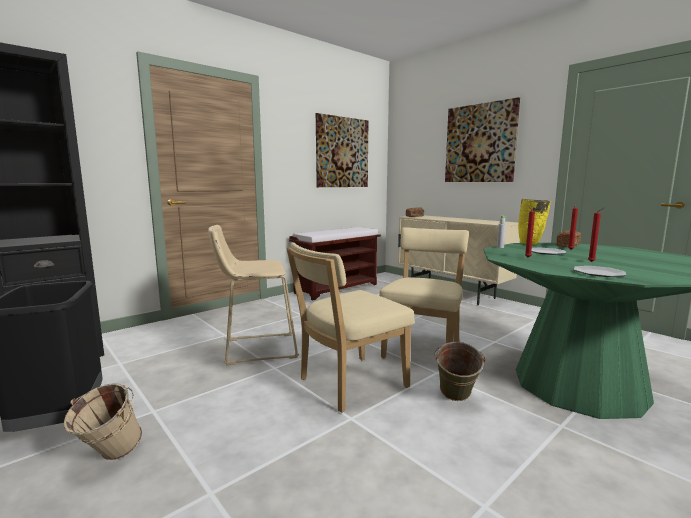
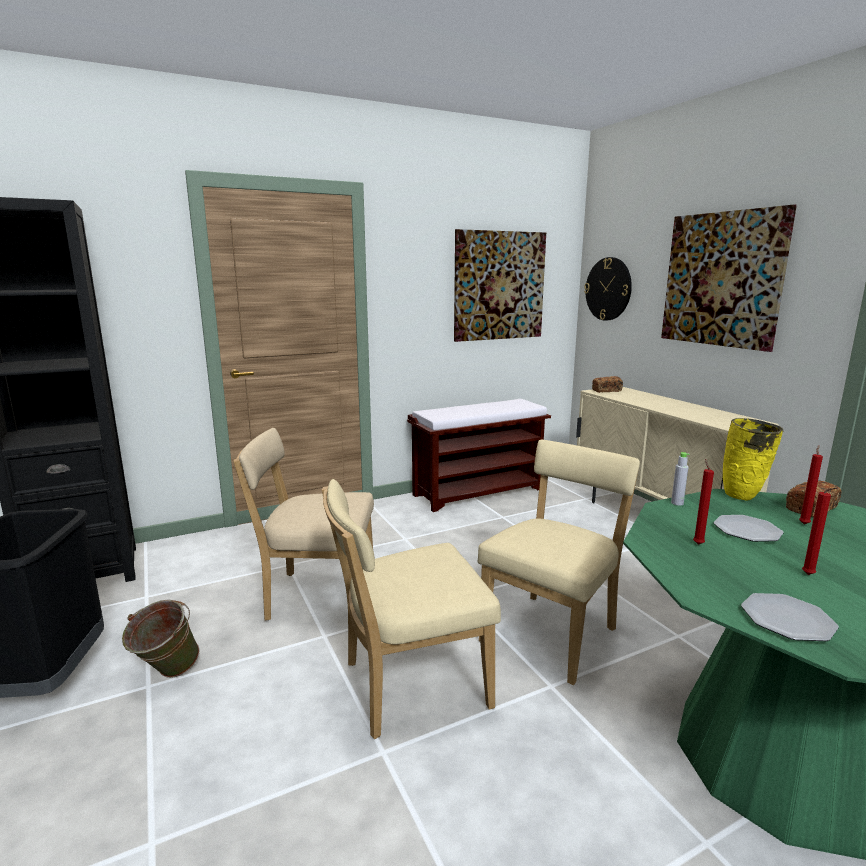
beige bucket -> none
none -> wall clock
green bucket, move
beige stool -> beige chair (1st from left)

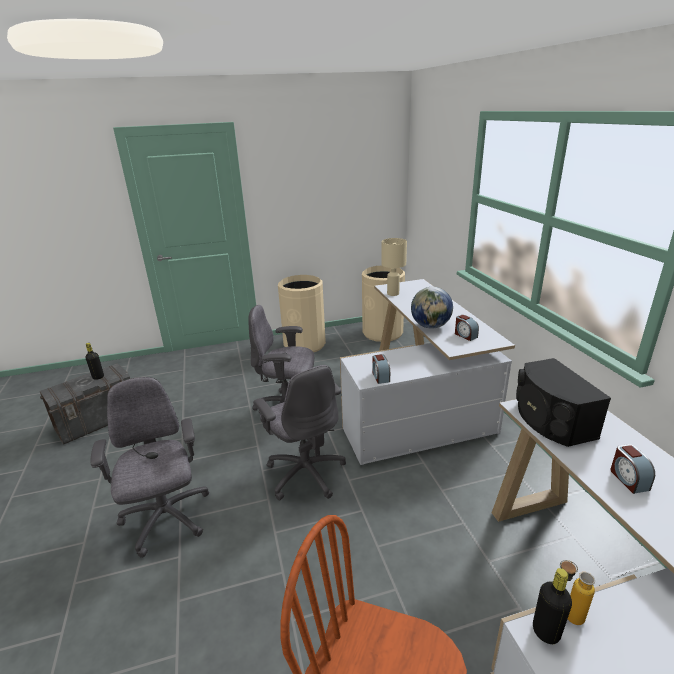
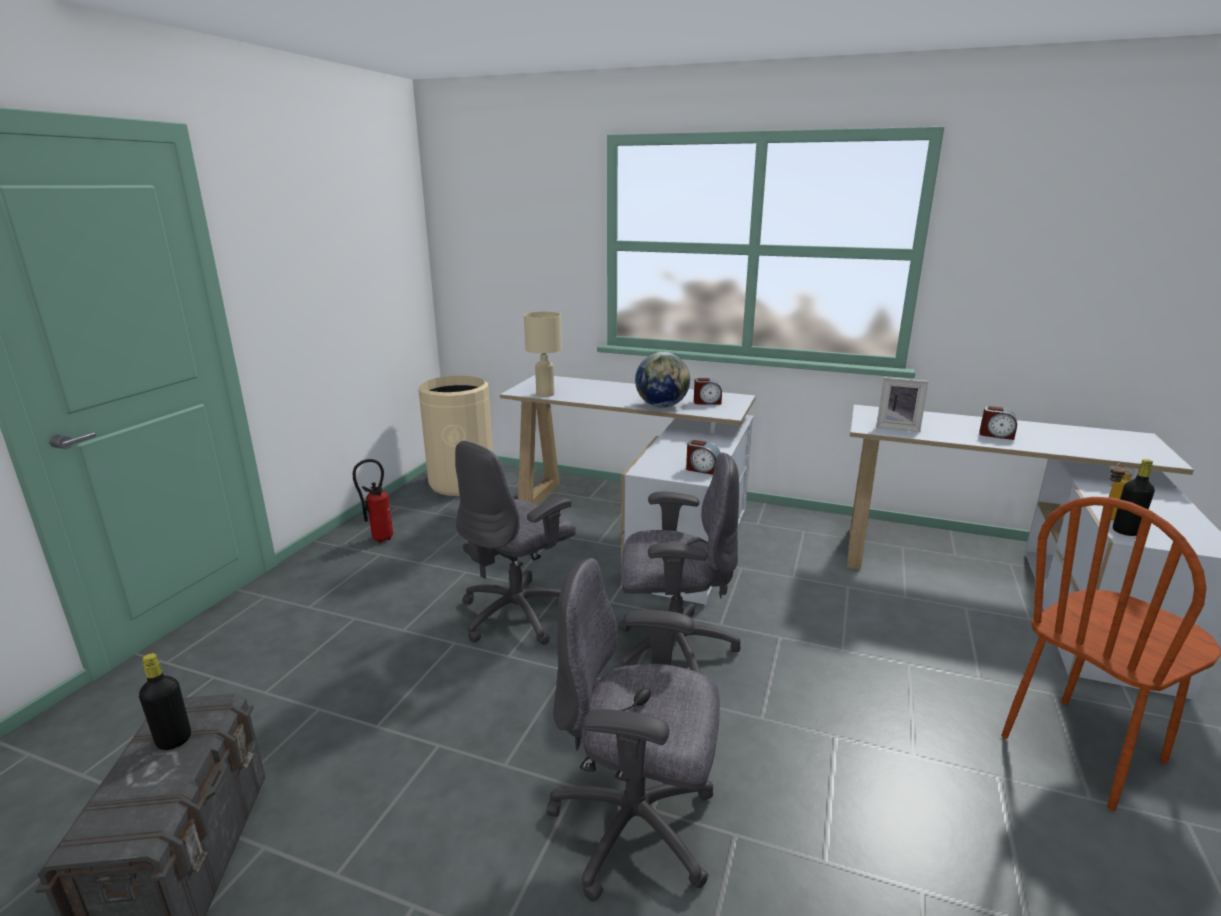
beige trash can (1st from left) -> fire extinguisher
black speaker -> picture frame

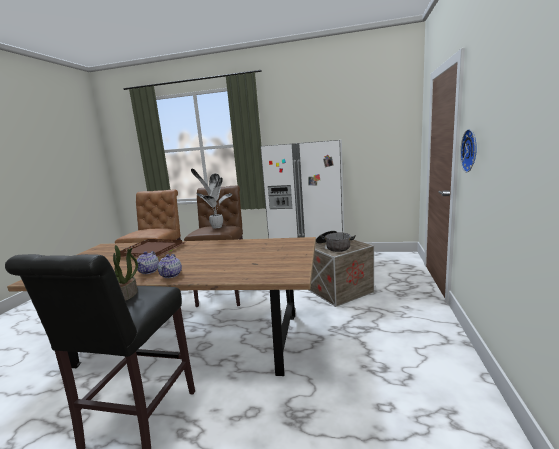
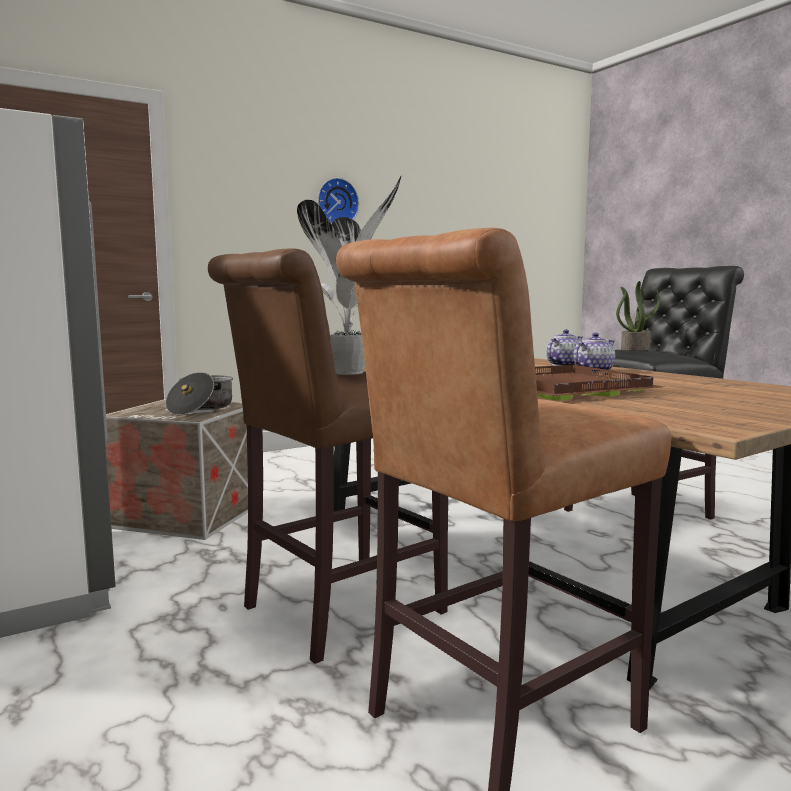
wall clock, move

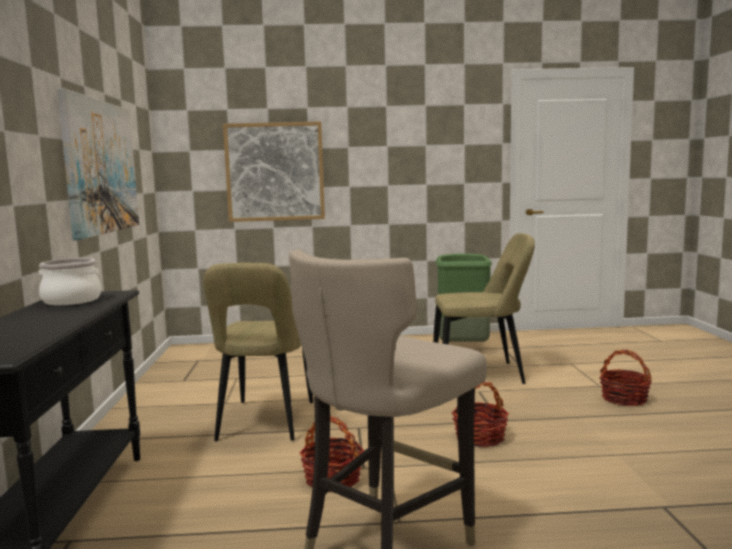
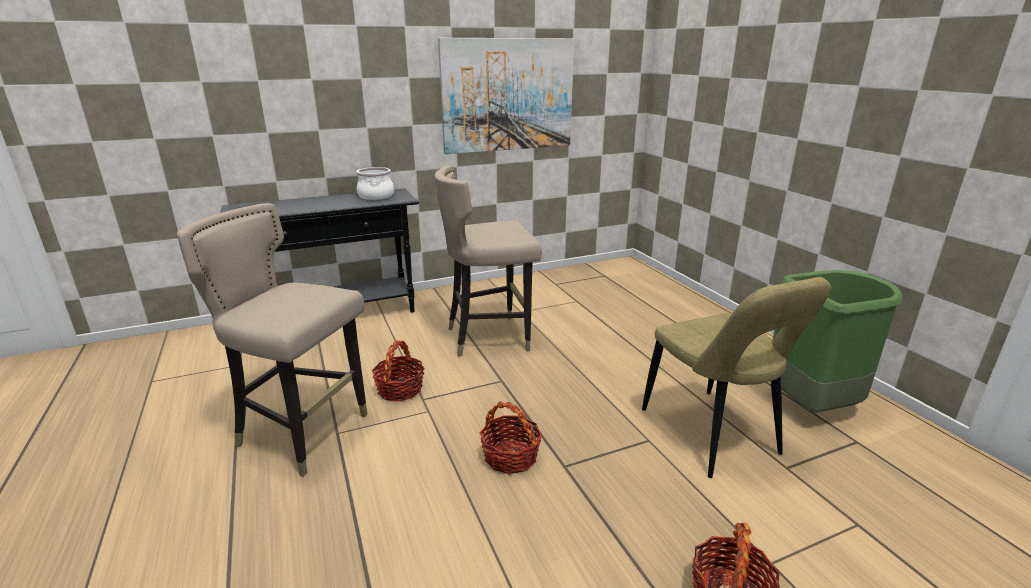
picture (2nd from left) -> none
beige chair (1st from left) -> beige stool (2nd from left)

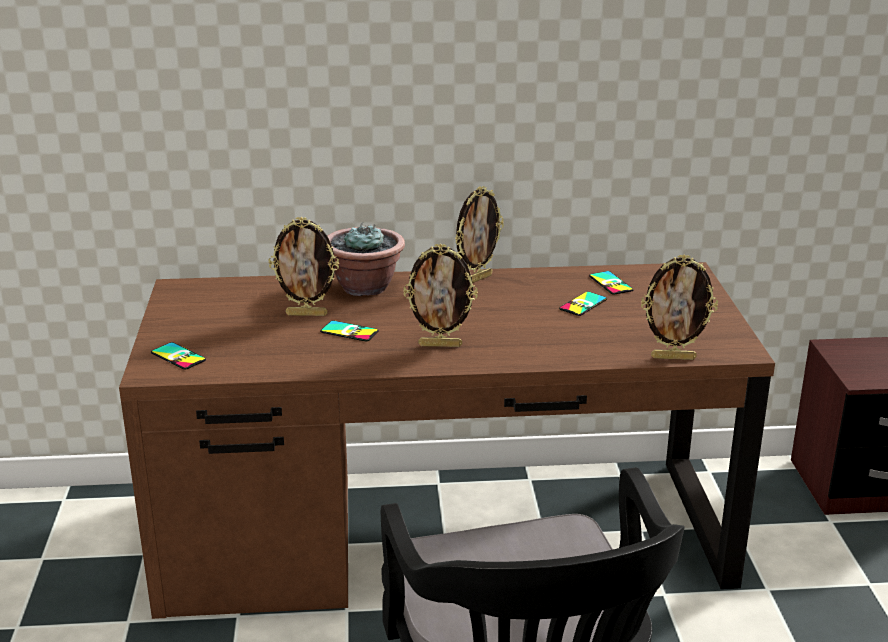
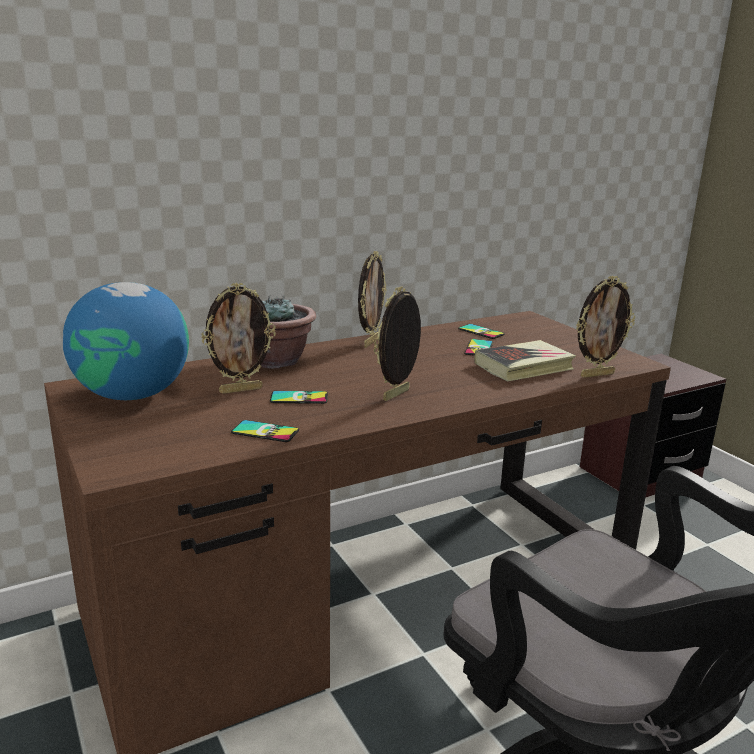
none -> globe
none -> book
phone (1st from left), move
picture frame (2nd from left in the first image) -> picture frame (3rd from left), 150 degrees clockwise

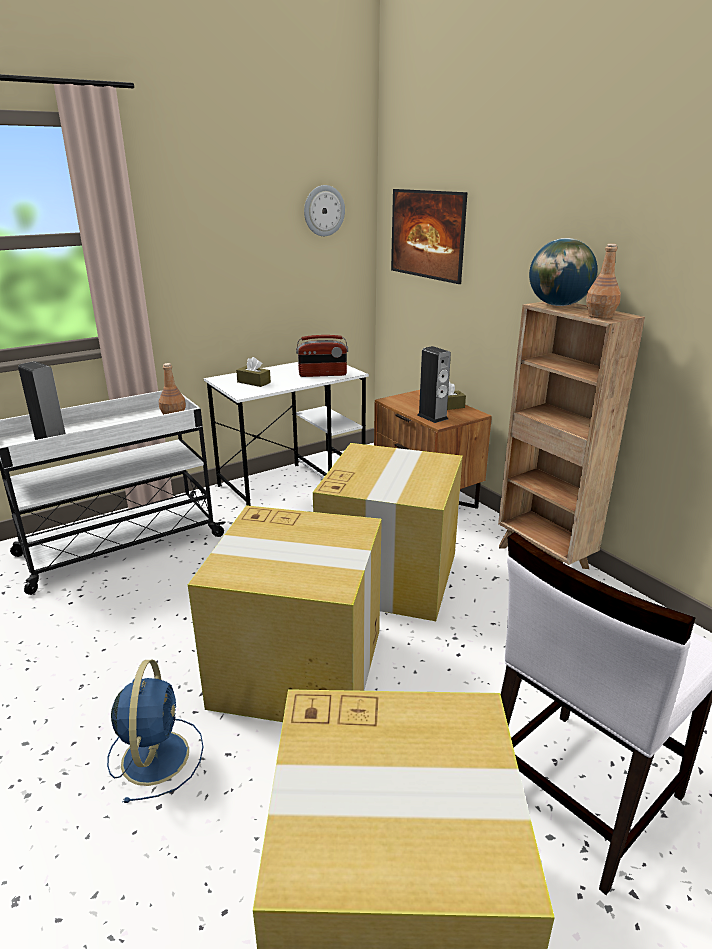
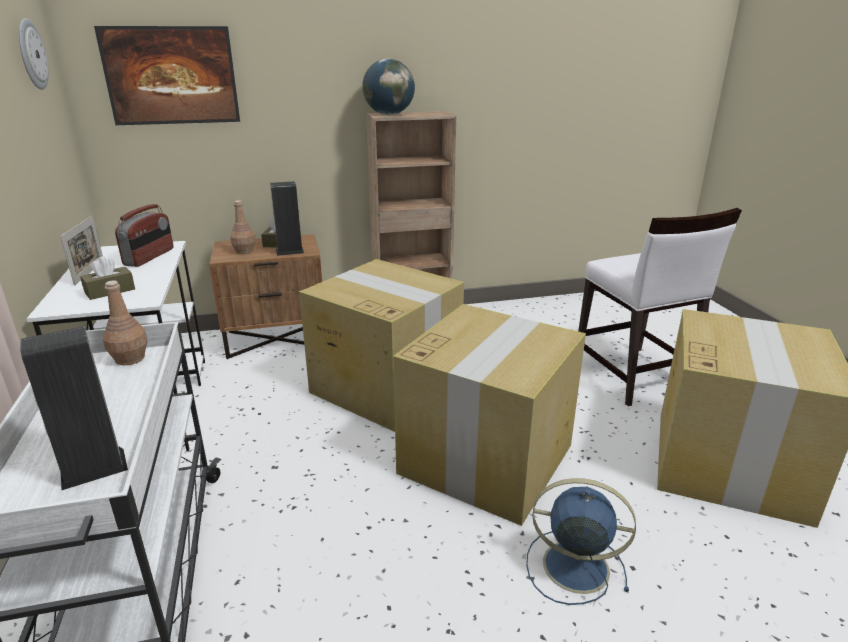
none -> picture frame
brown bottle (2nd from left), move

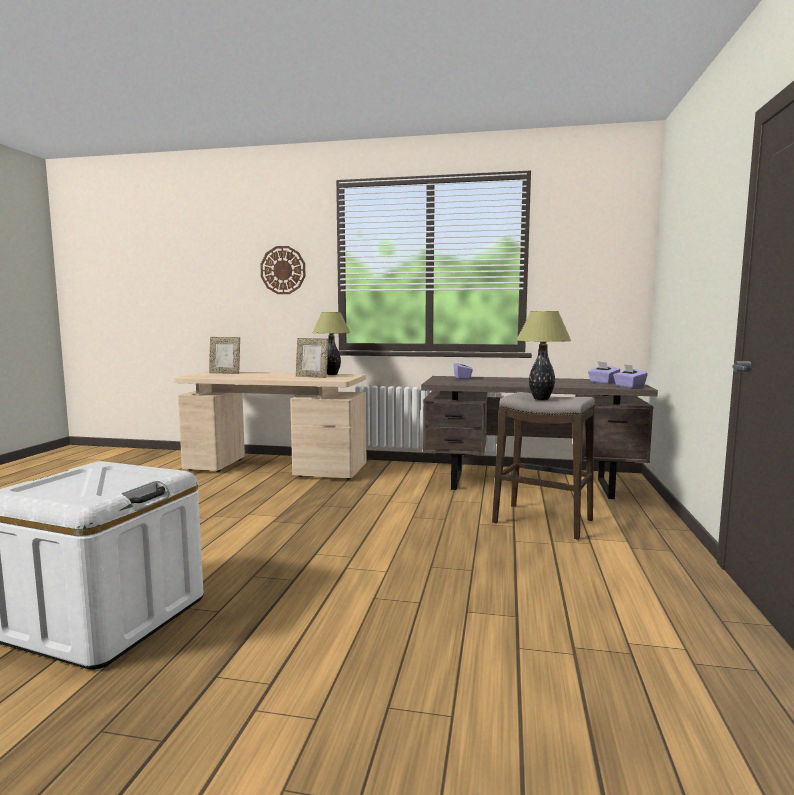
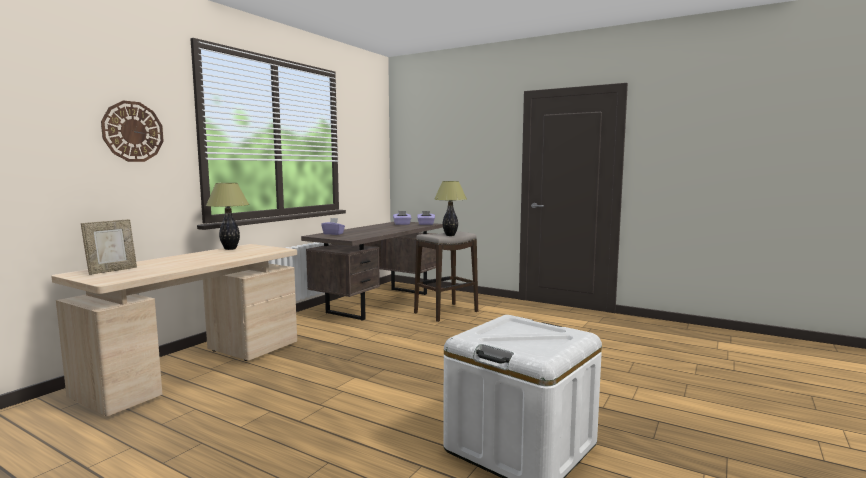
picture frame (2nd from left) -> none

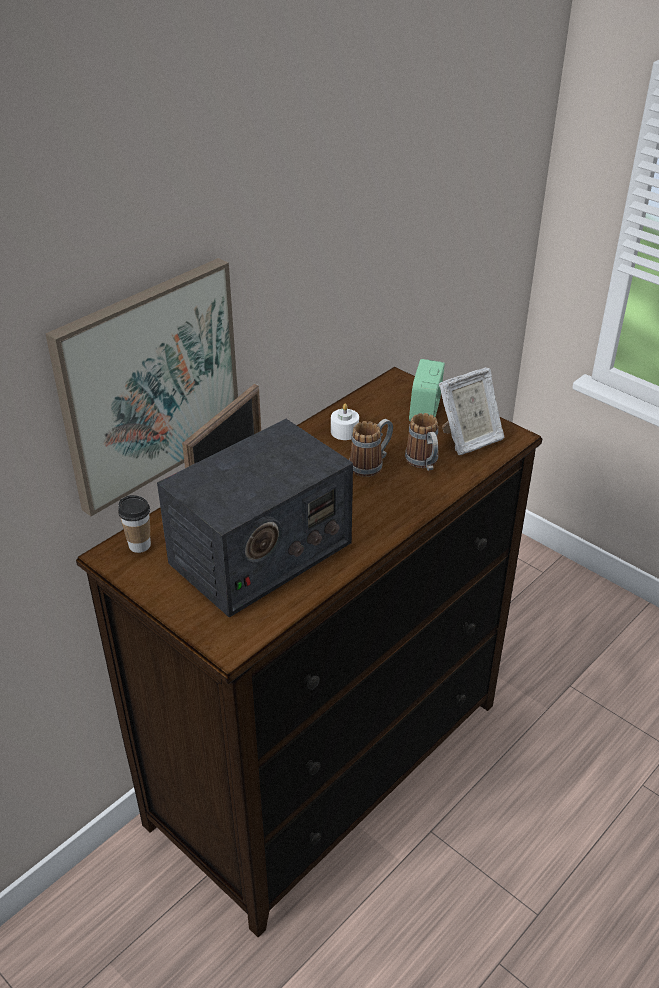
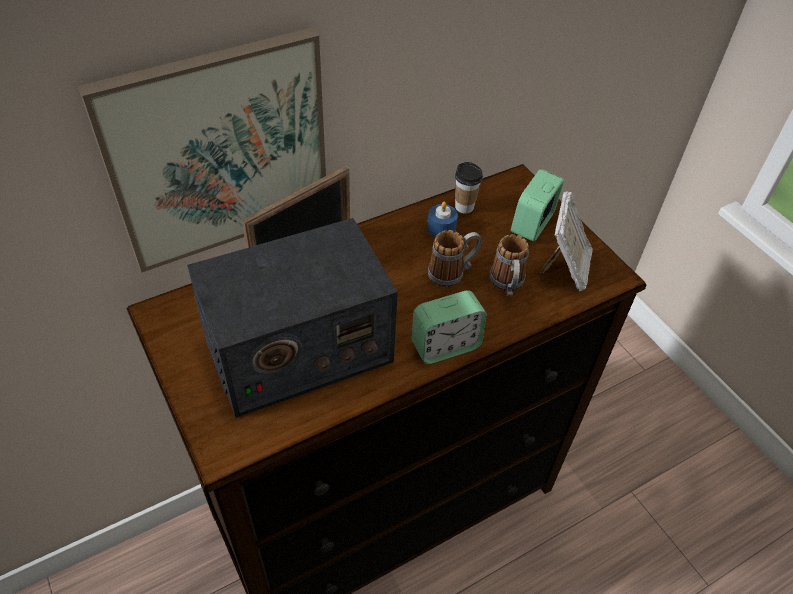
none -> alarm clock (1st from left)
cup, move
white candle -> blue candle
picture frame (2nd from left), 60 degrees counterclockwise

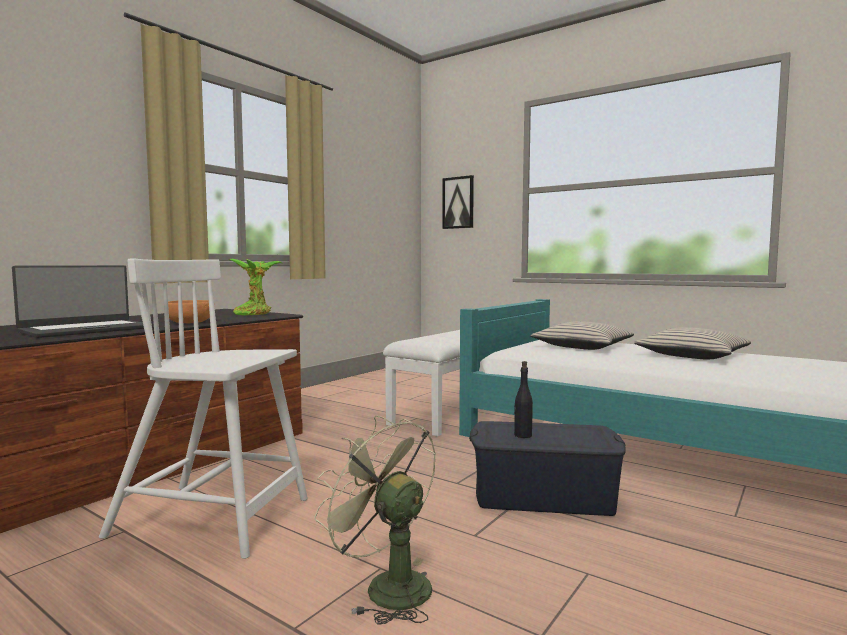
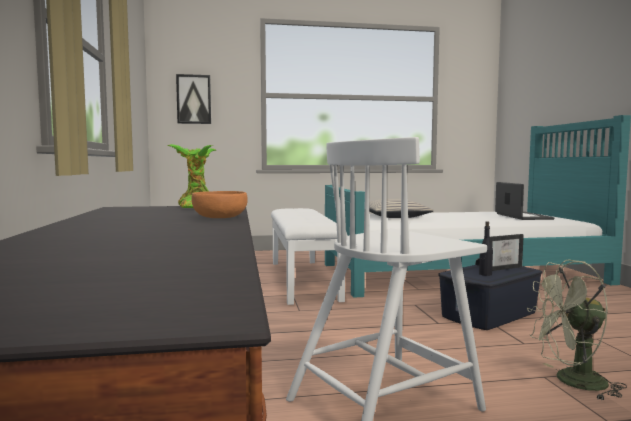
beige pillow (2nd from left) -> none
none -> picture frame
laptop, move

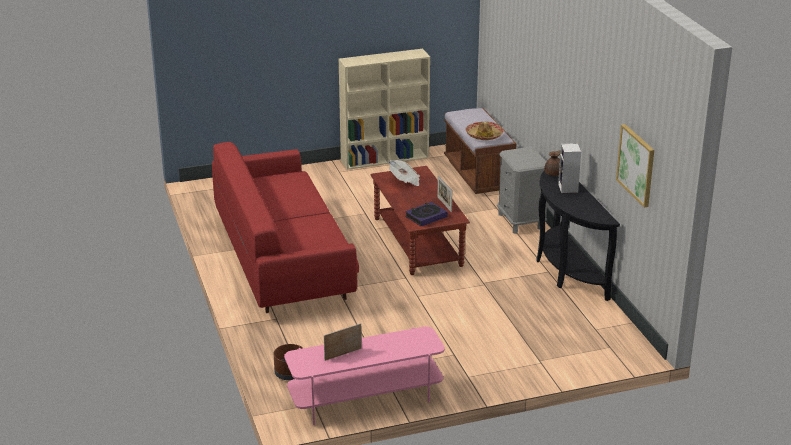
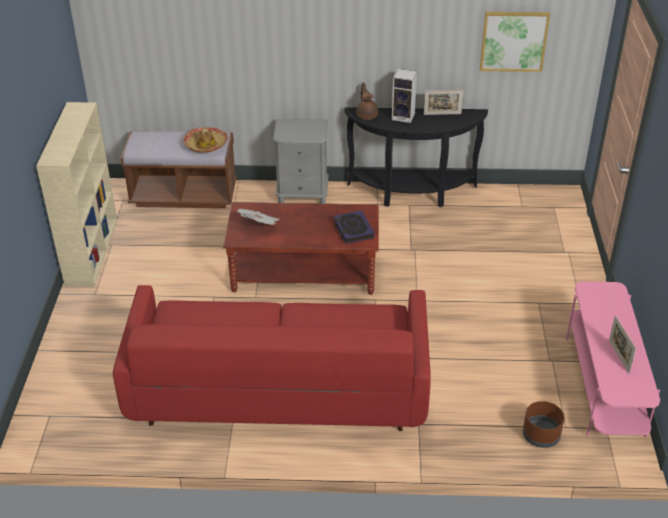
picture frame (2nd from left in the first image) -> picture frame (1st from left), move

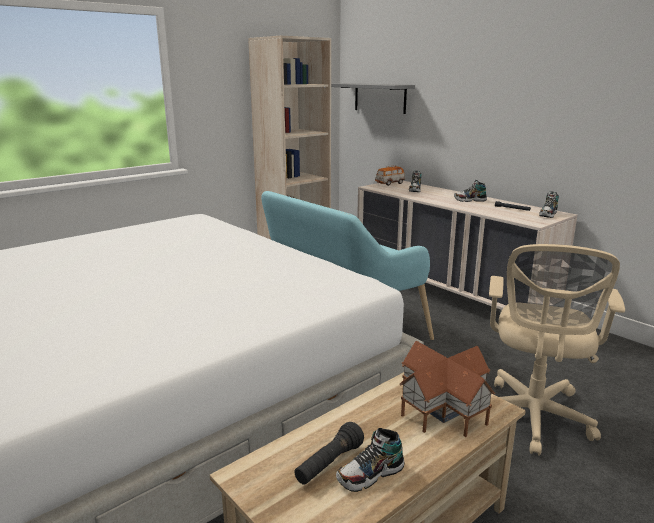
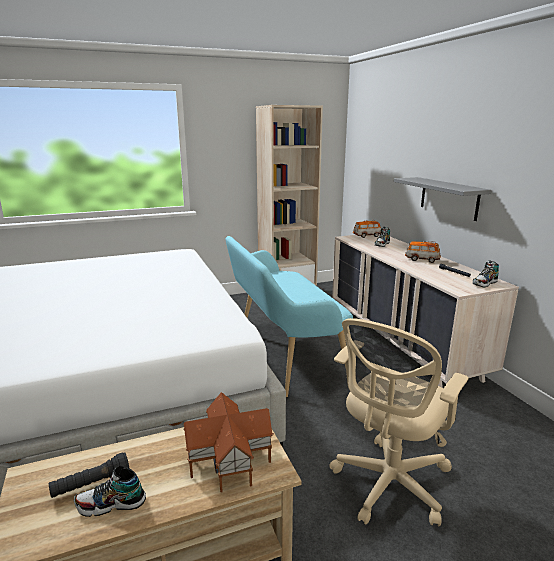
grey shelf, move
shoe (3rd from left) -> toy car (2nd from left)

